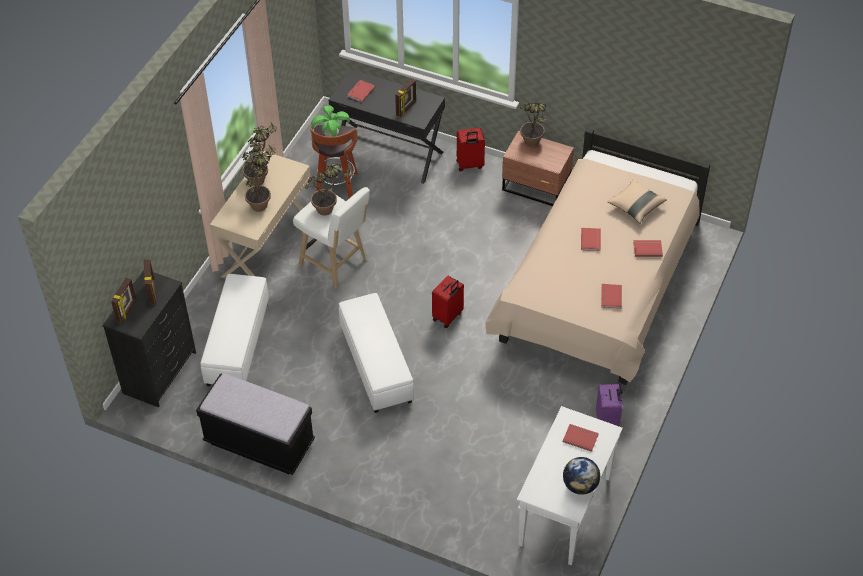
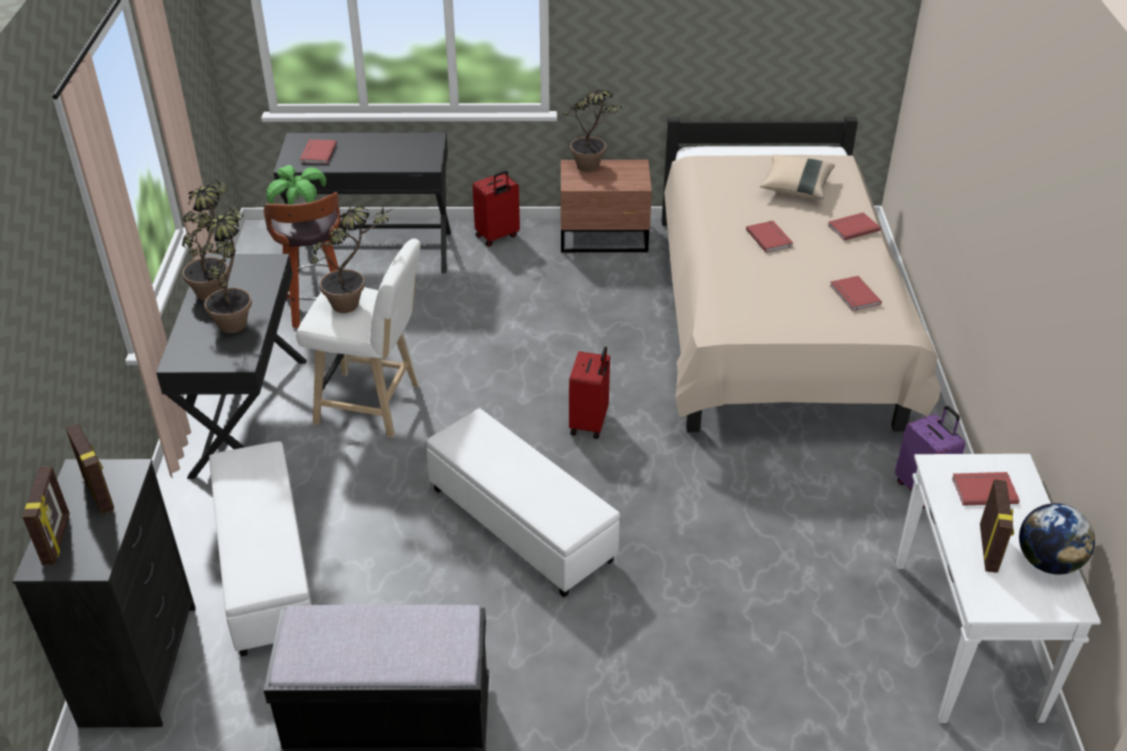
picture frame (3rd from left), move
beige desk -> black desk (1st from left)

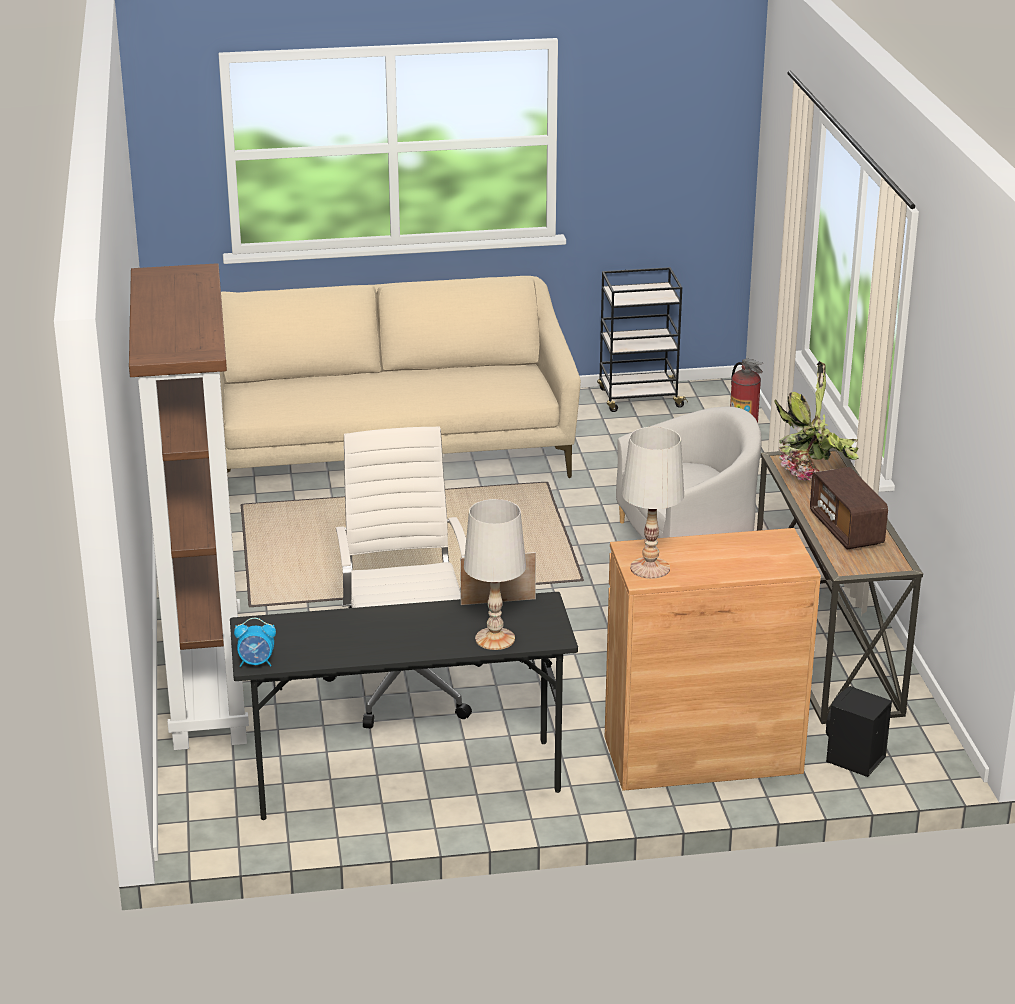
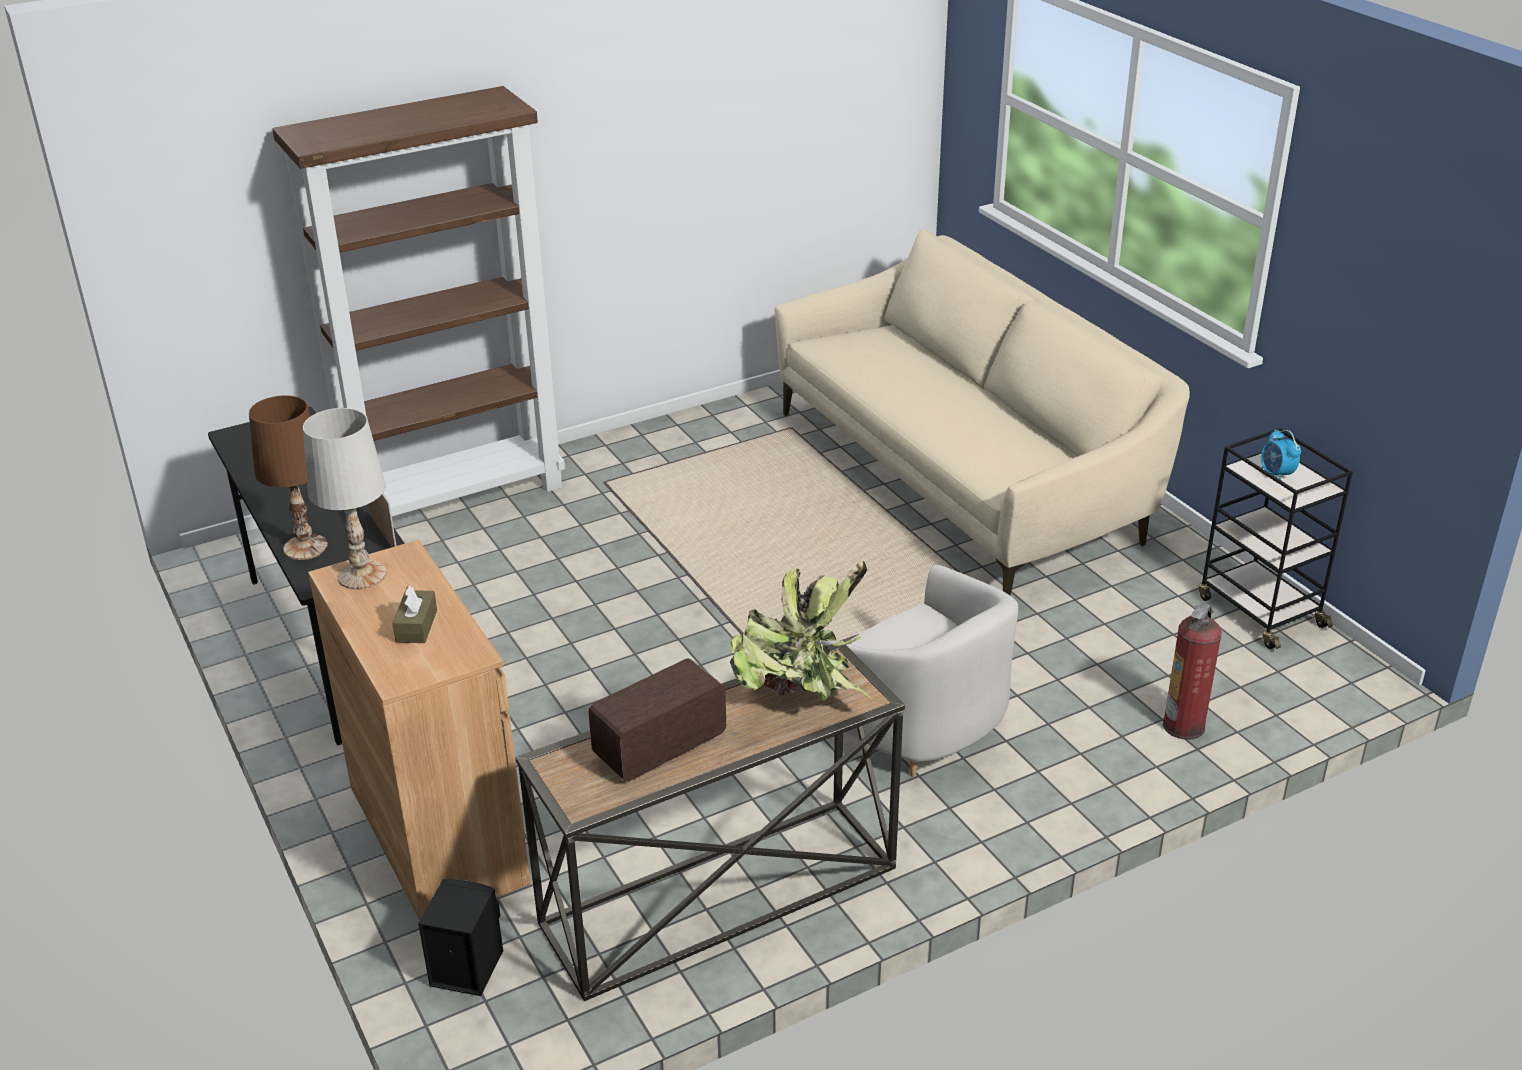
white office chair -> none
none -> brown tissue box
alarm clock, move
white table lamp (1st from left) -> brown table lamp

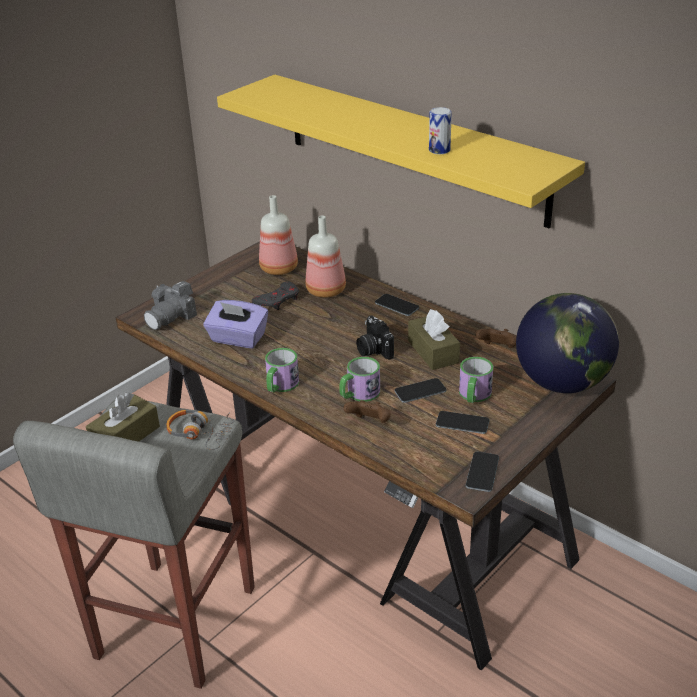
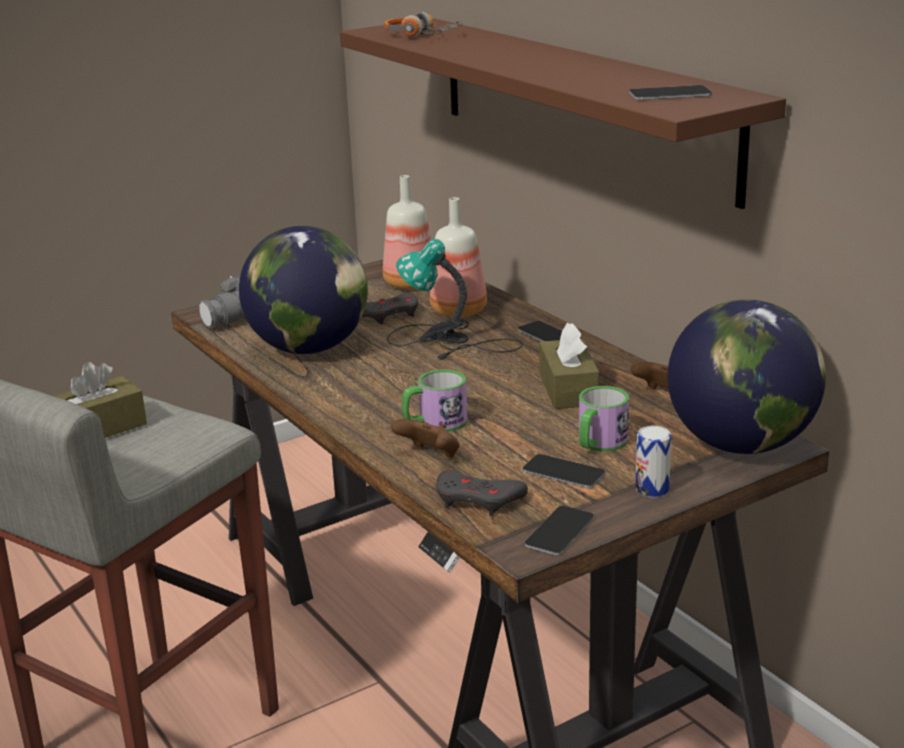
mug (1st from left) -> none
photo camera (2nd from left) -> none
none -> table lamp
none -> grey game controller (2nd from left)
headphones, move
phone (2nd from left in the first image) -> phone (4th from left), move
can, move
purple tissue box -> globe (1st from left)
yellow shelf -> brown shelf

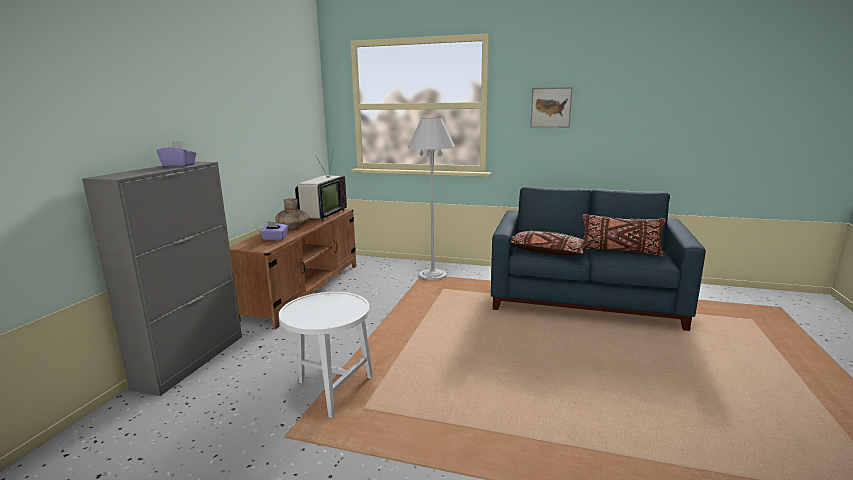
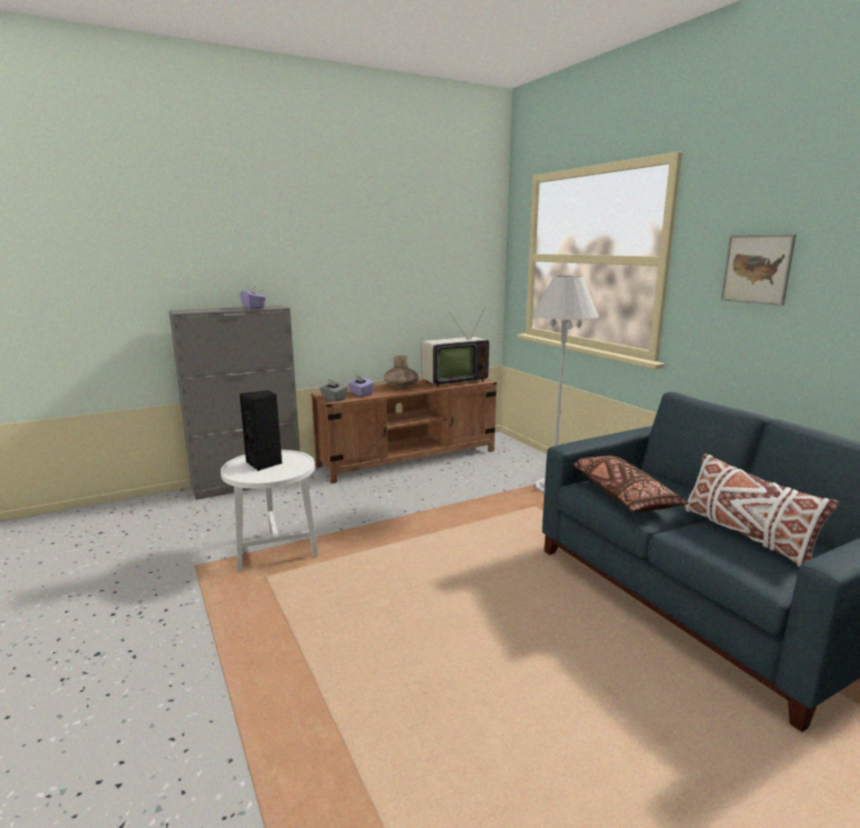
none -> black speaker
none -> grey tissue box
brown pillow (2nd from left) -> white pillow

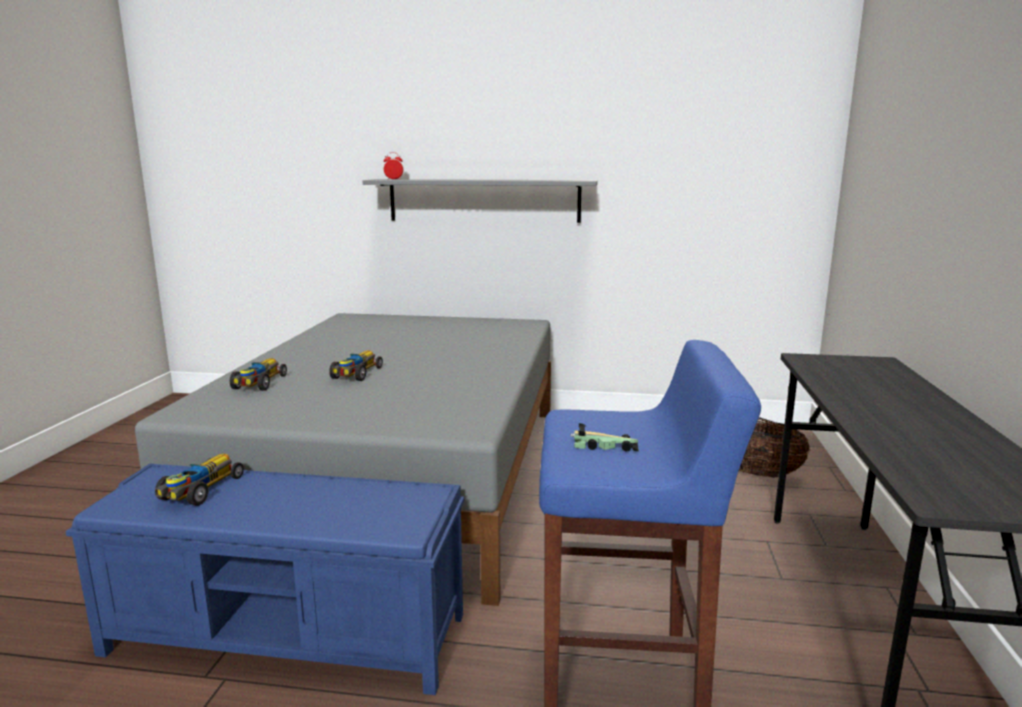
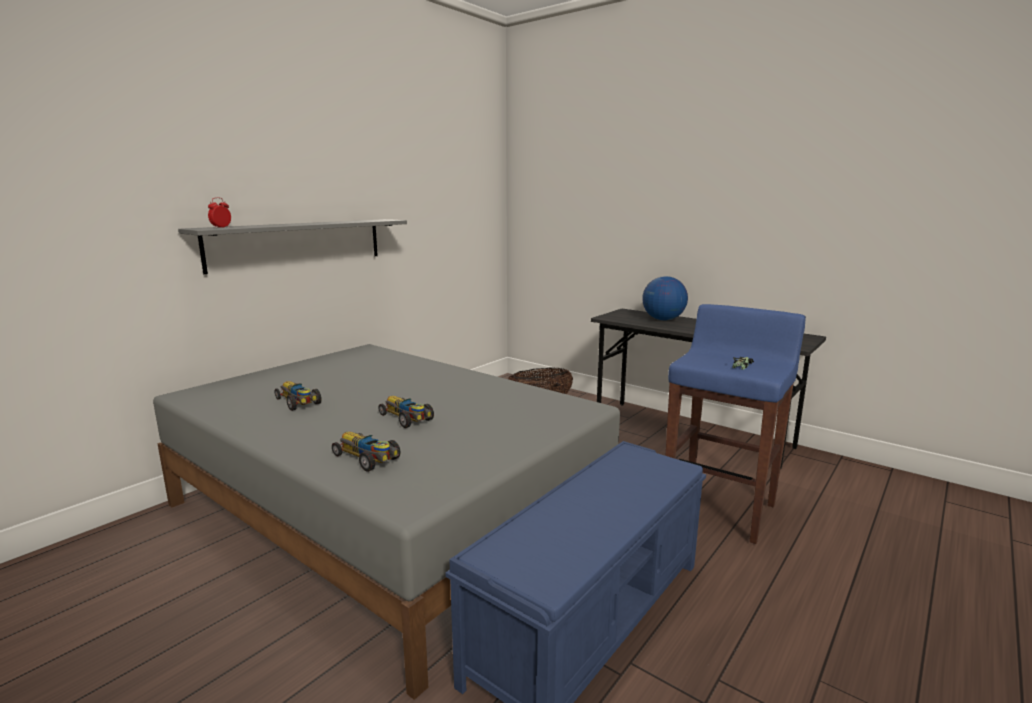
none -> globe
toy car (1st from left), move

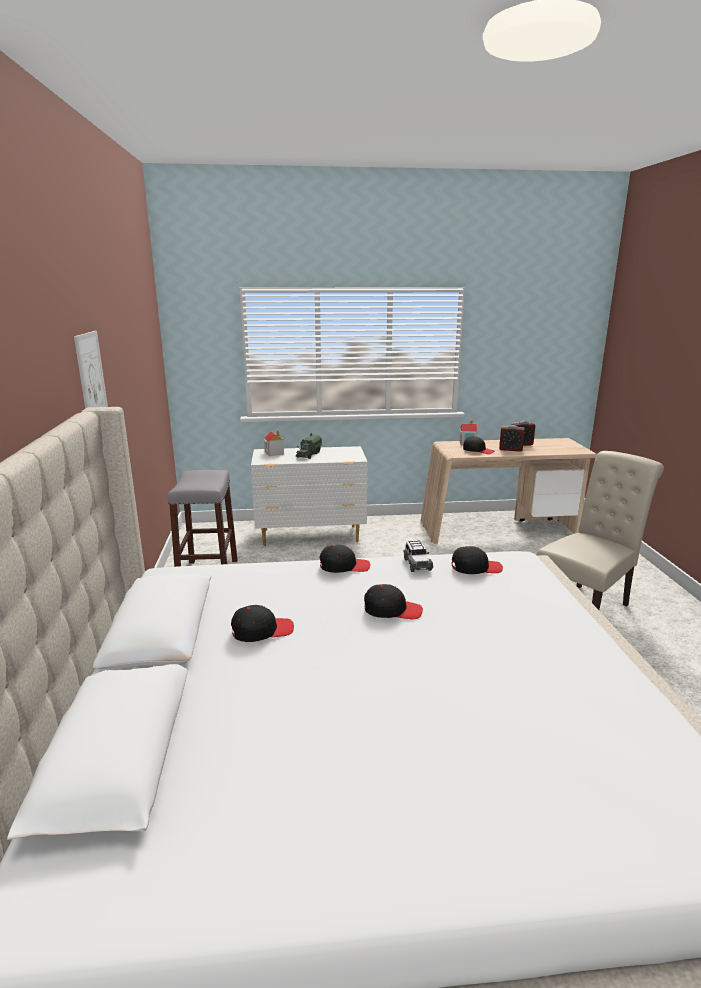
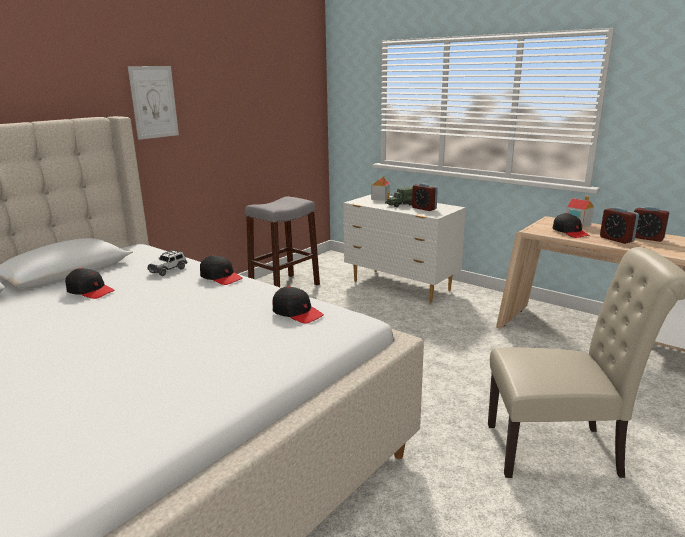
black cap (3rd from left) -> none
none -> alarm clock (1st from left)
toy car, move

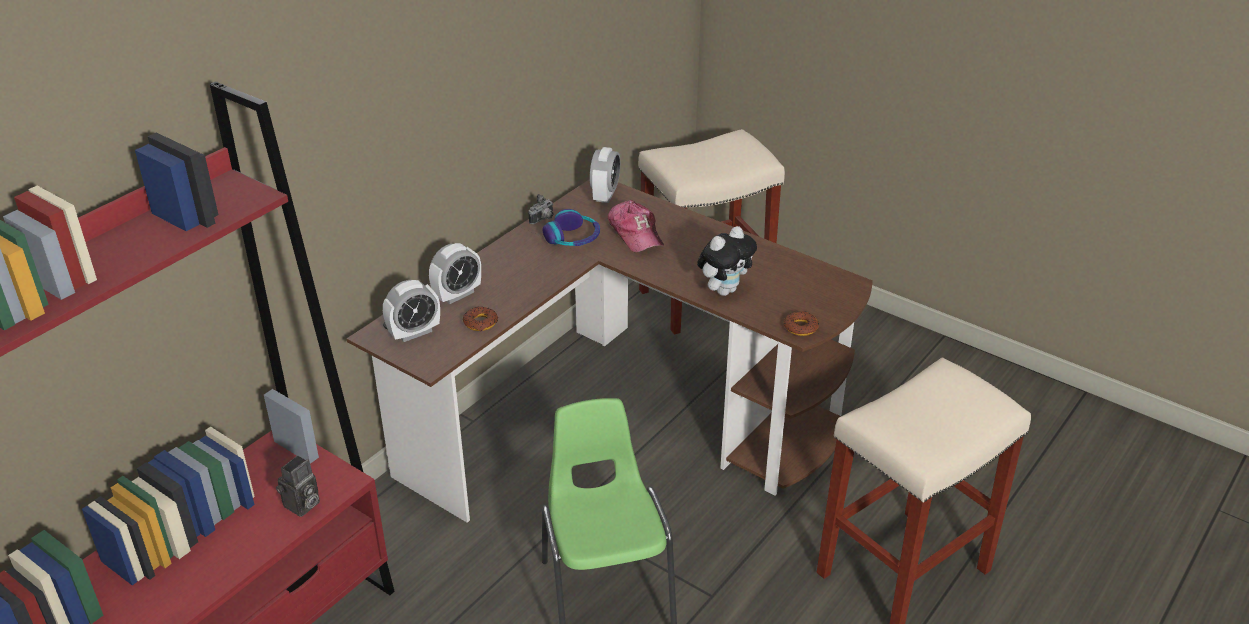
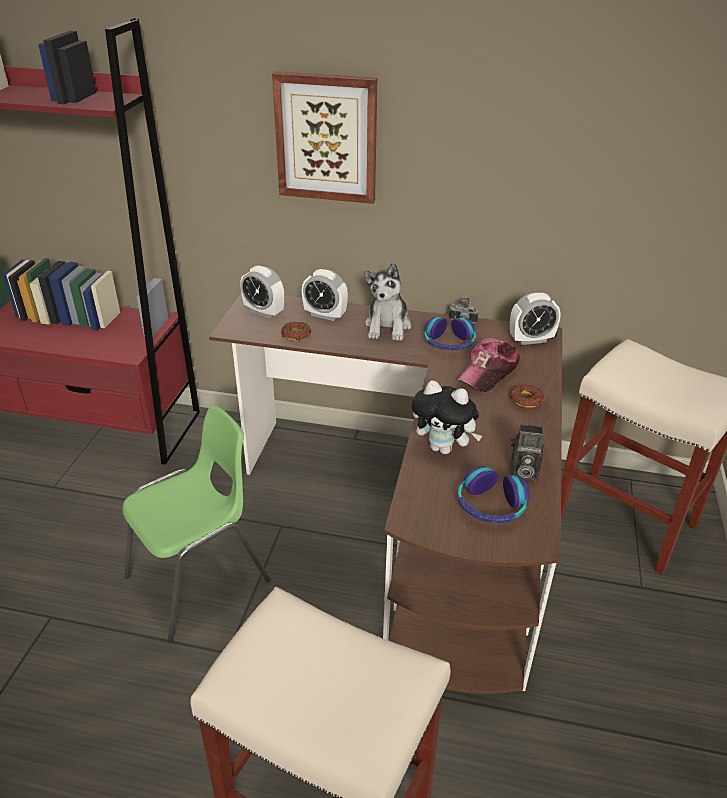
none -> picture
none -> plush toy (1st from left)
none -> headphones (2nd from left)
photo camera (1st from left in the first image) -> photo camera (2nd from left), move
donut (2nd from left), move

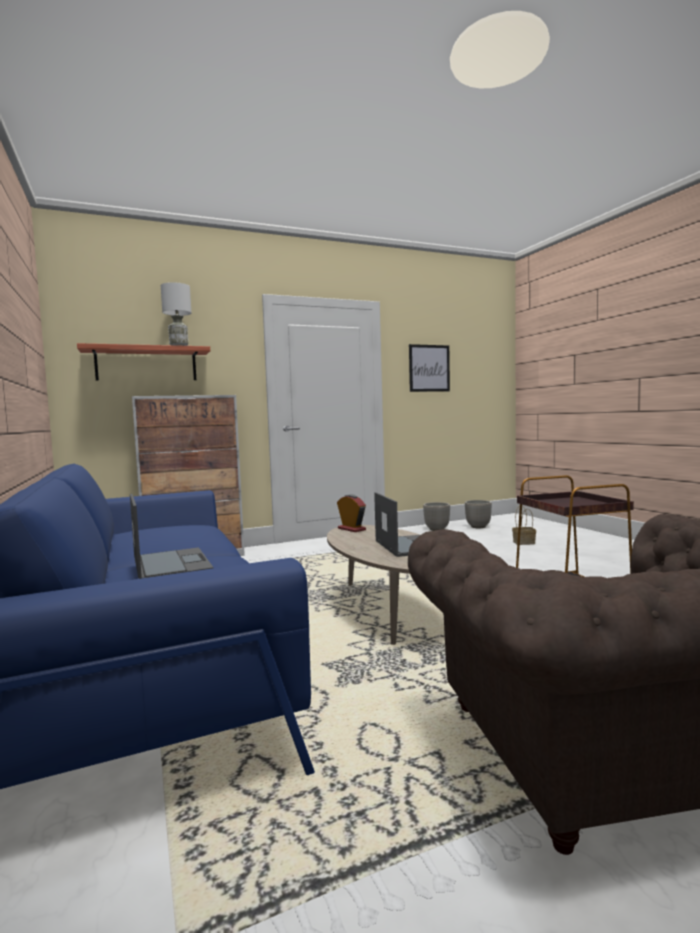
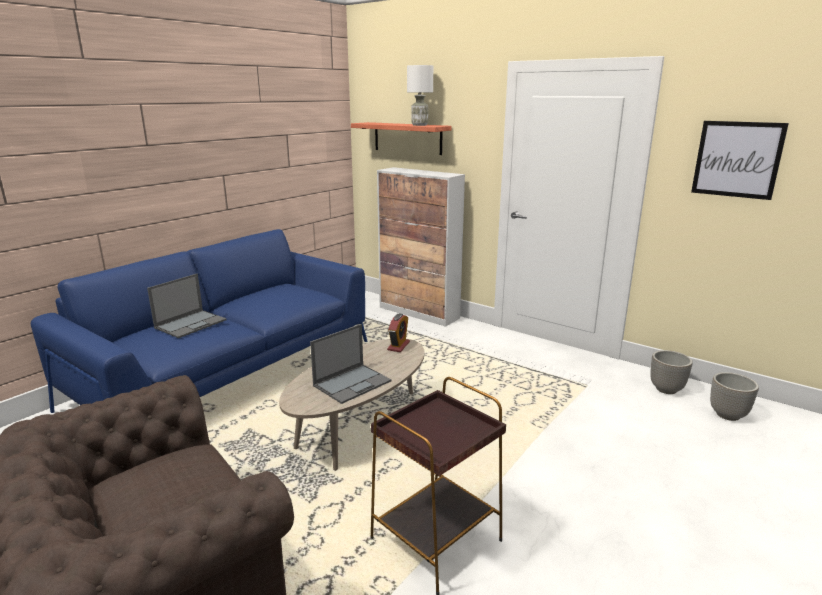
basket -> none

